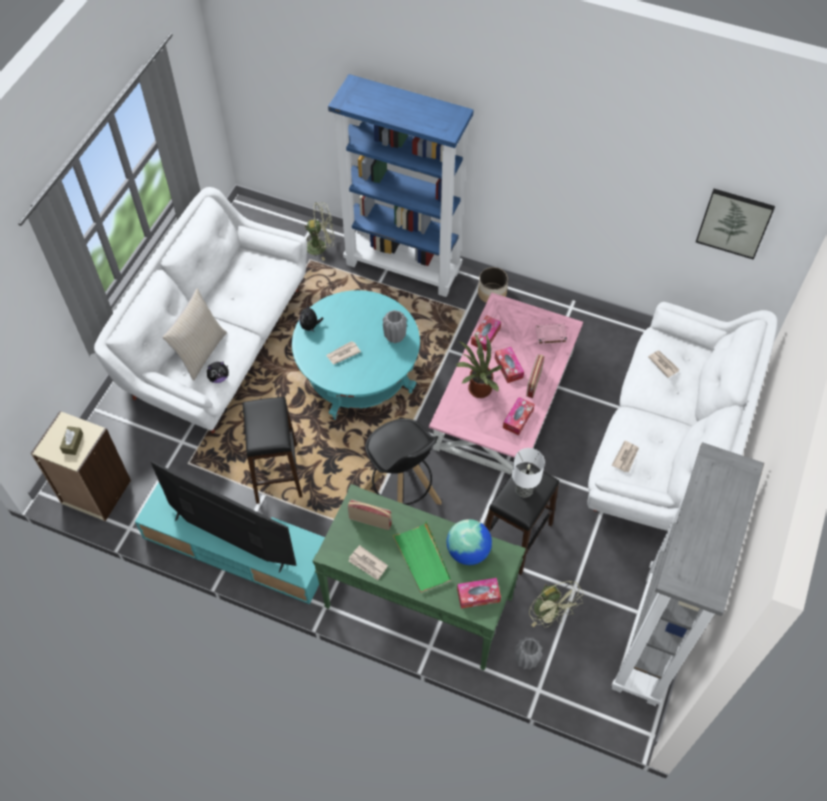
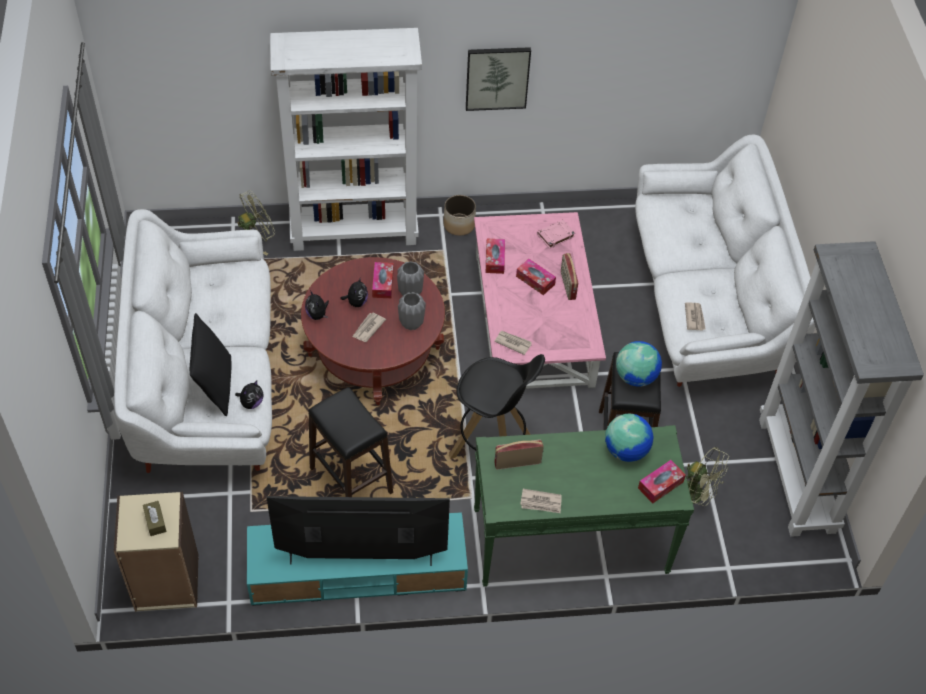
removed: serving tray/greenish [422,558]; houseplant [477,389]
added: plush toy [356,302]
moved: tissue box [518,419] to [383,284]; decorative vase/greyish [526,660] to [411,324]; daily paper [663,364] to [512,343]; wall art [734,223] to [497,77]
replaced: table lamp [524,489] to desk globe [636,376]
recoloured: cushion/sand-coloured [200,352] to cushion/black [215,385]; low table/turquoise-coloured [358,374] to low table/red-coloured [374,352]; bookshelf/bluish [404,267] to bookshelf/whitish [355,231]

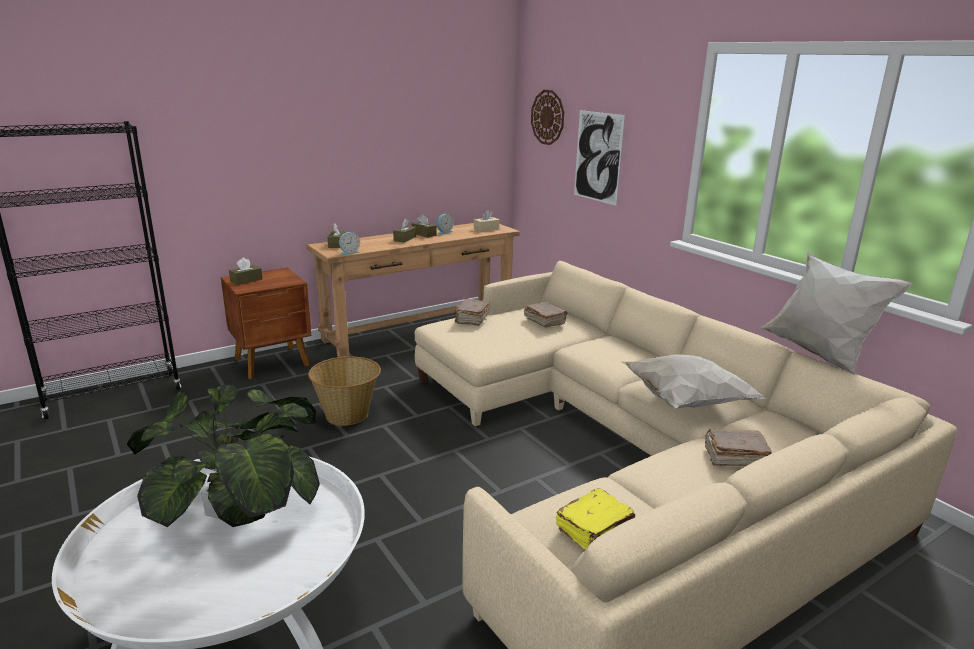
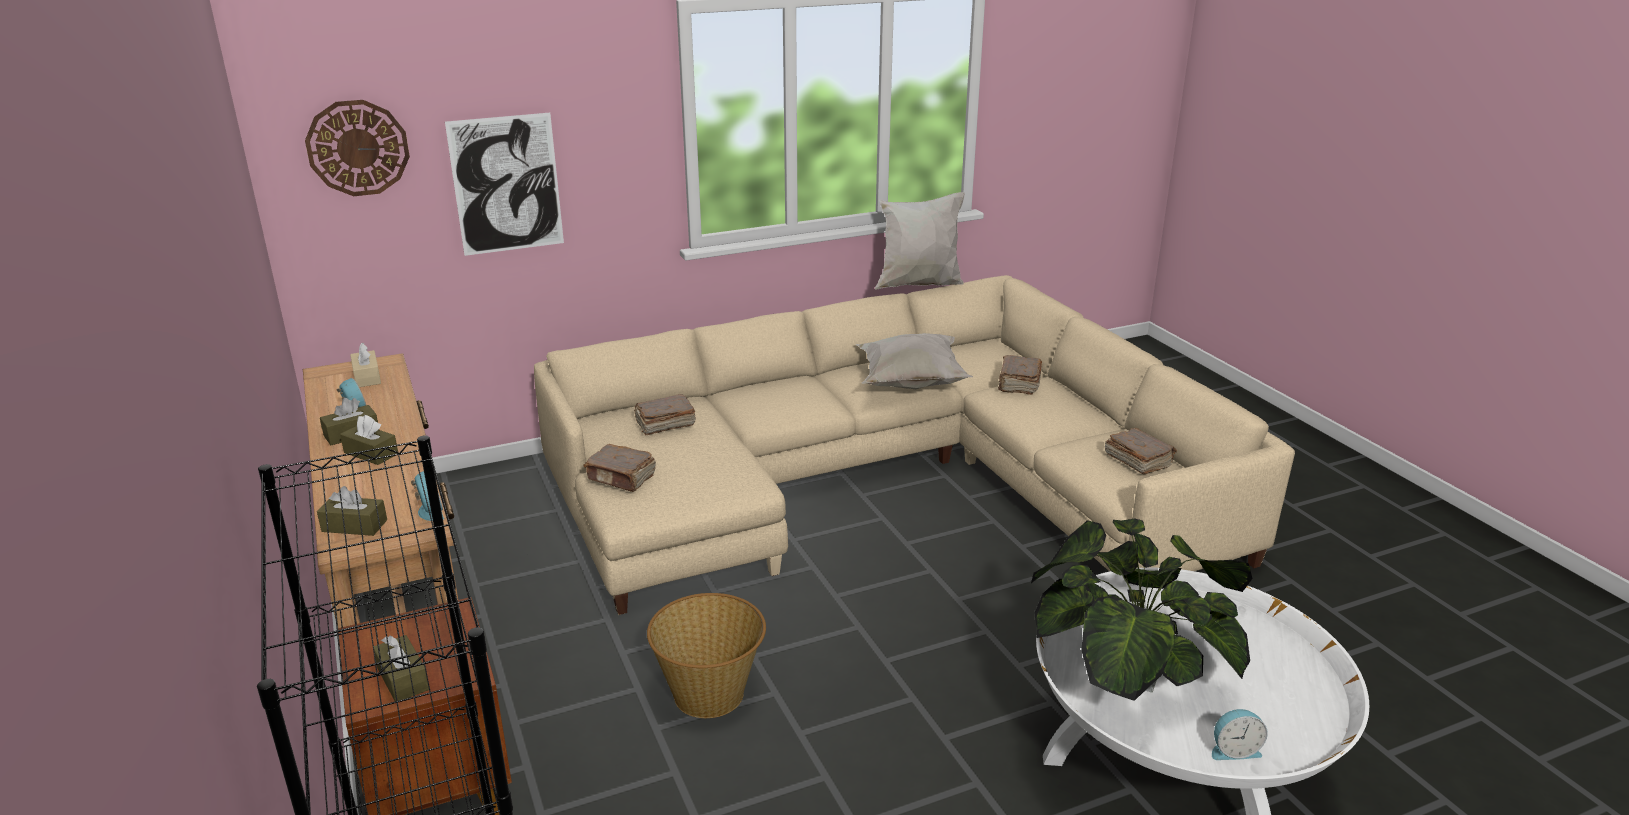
added: table clock [1233,750]
recoloured: bound book/yellowish [595,530] to bound book/brown [1137,461]

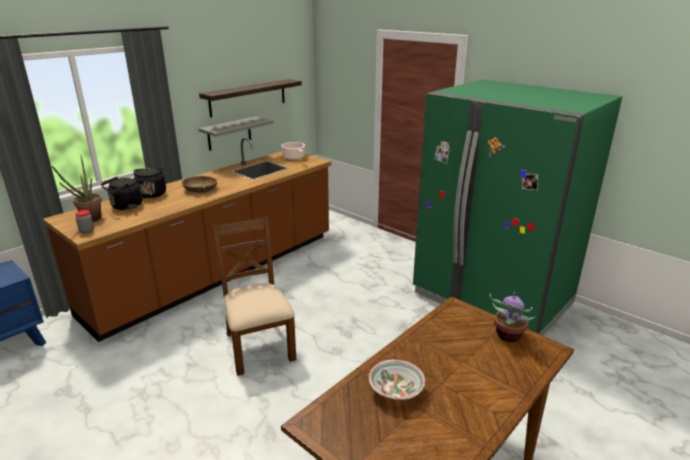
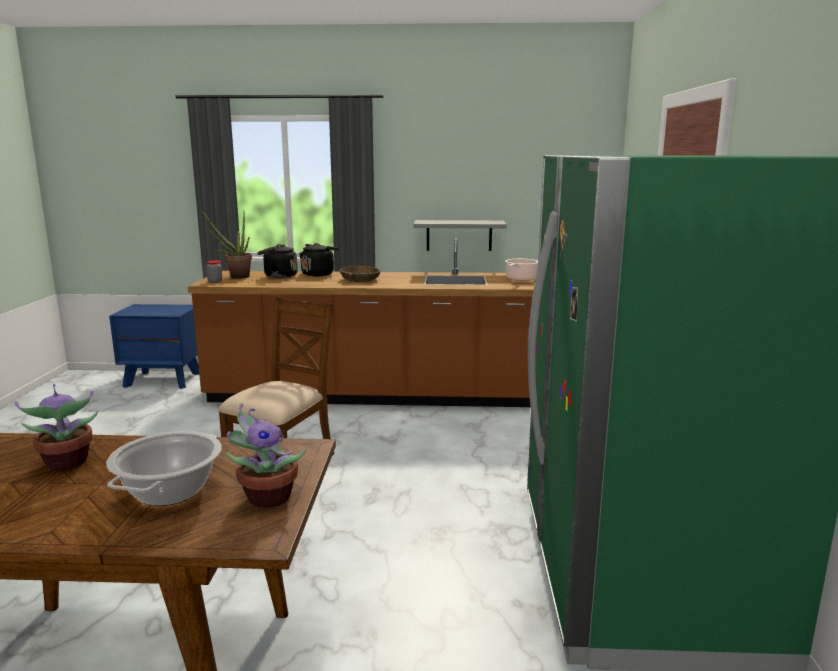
removed: shelf [248,97]
added: saucepot [169,491]
replaced: bowl [396,391] to houseplant [66,464]

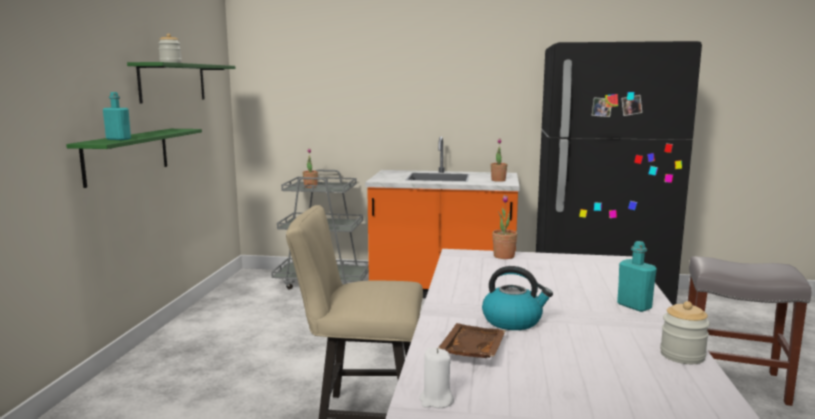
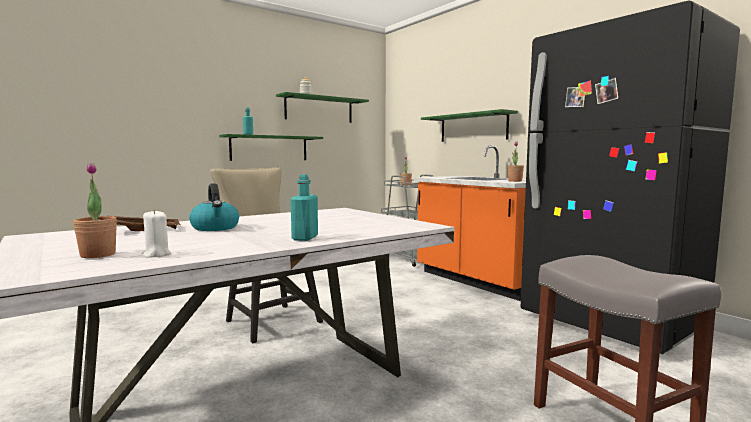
removed: preserve jar [682,355]
added: shelf/greenish [473,127]
moved: candle/whitish [436,400] to [156,255]; houseplant [504,256] to [98,255]

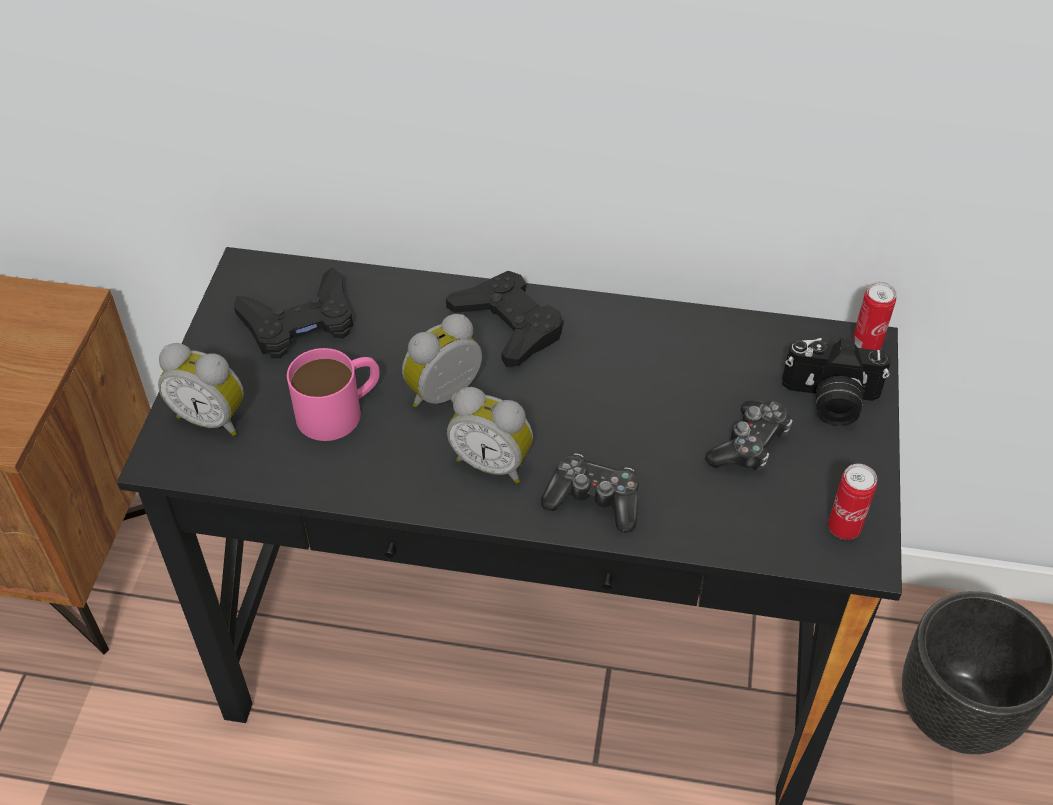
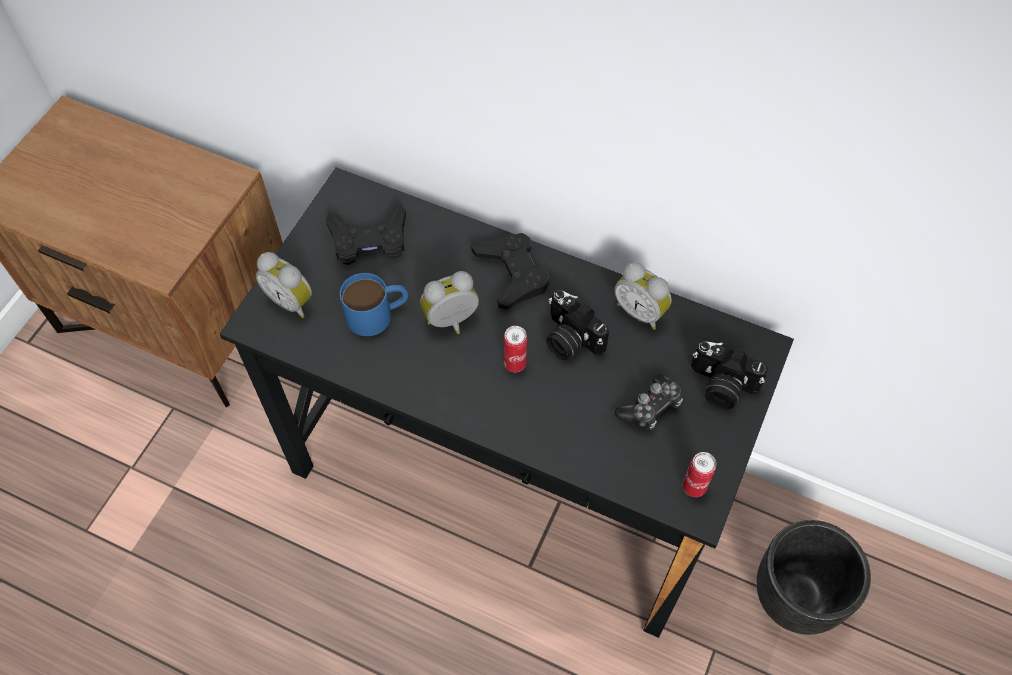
removed: gamepad [594,500]
added: photo camera [569,339]
moved: table clock [493,462] to [641,311]; metal can [866,346] to [515,363]
recoloured: coffee mug/pinkish [340,409] to coffee mug/bluish [378,314]

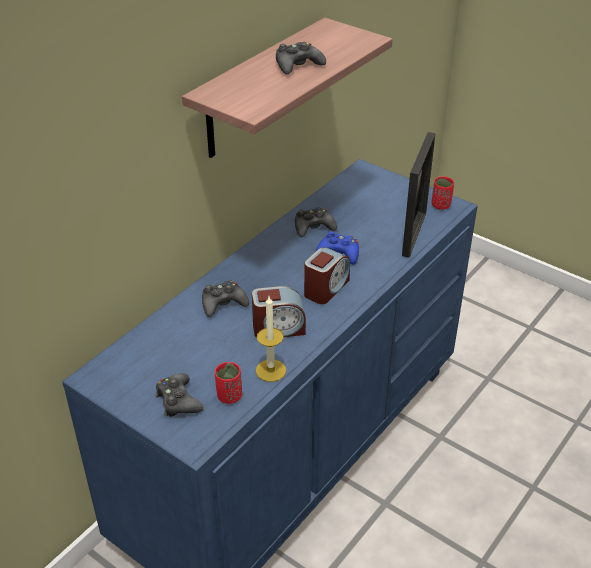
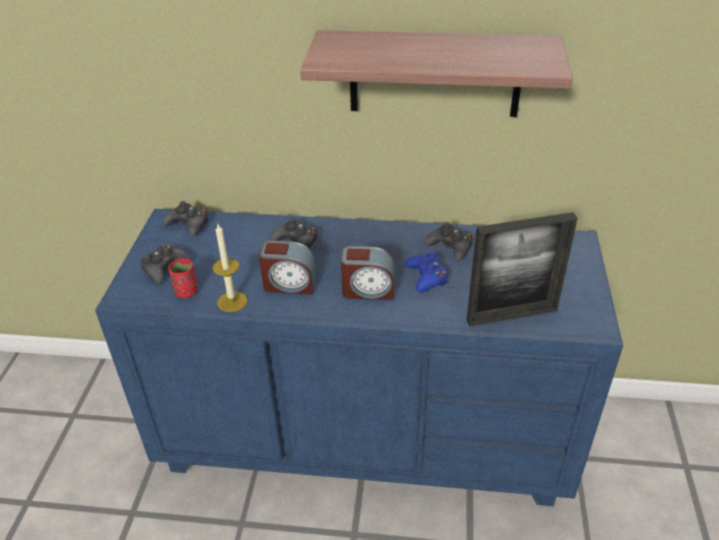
removed: drinking cup/red-coloured [441,205]
moved: gamepad/black [298,65] to [188,224]
turned: table clock [278,328] = [289,284] 45 degrees counterclockwise

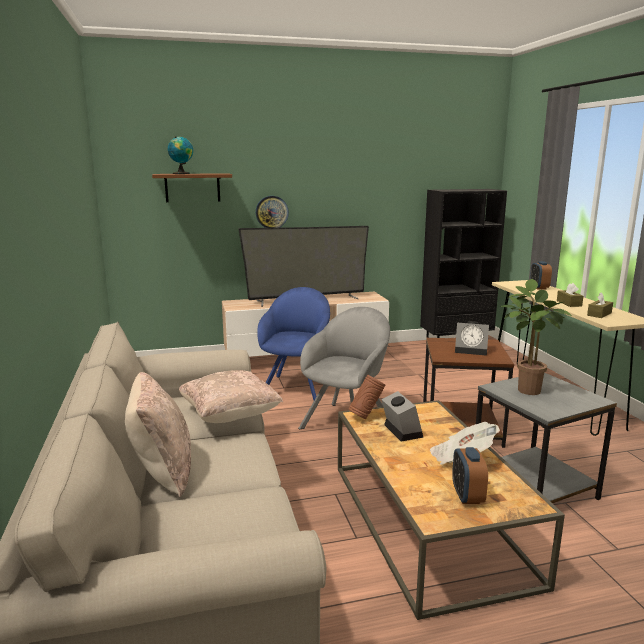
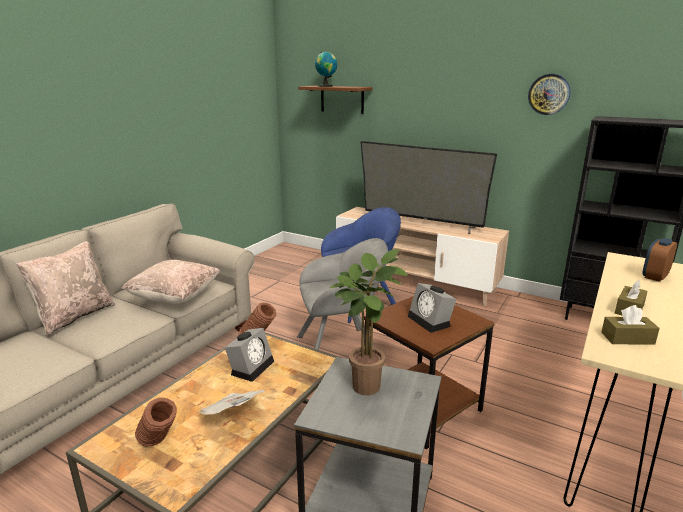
moved: hanging clock [272,212] to [549,94]
replaced: table clock [467,496] to decorative vase/brown [159,446]

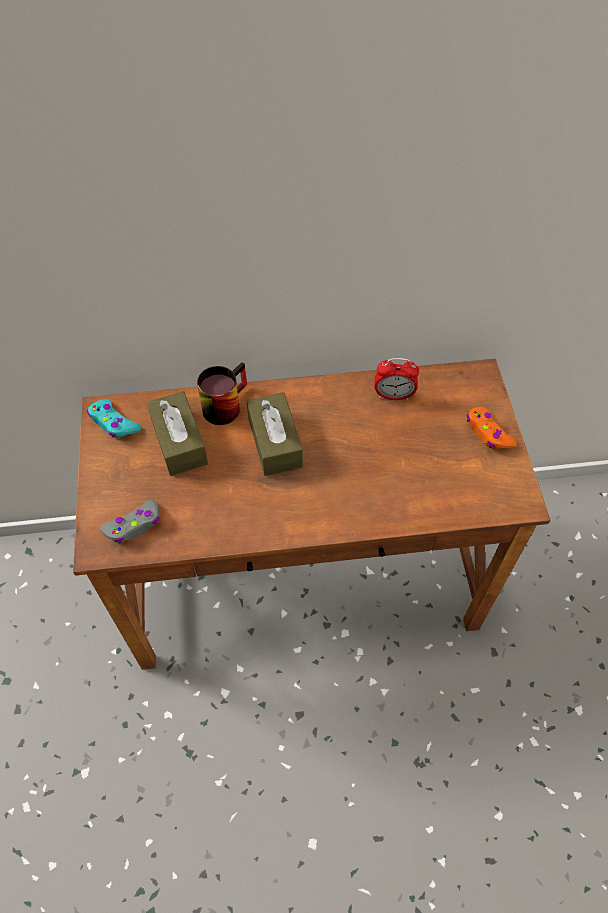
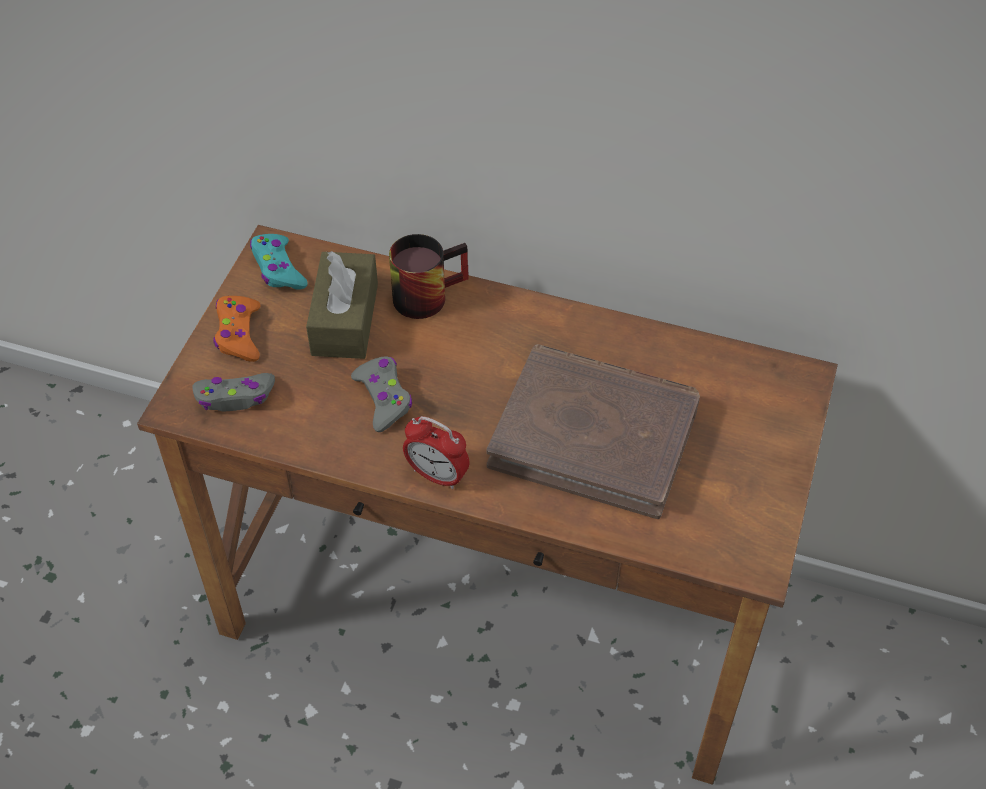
removed: tissue box/brown [275,442]
added: gamepad/greyish [383,398]; bound book/brown [594,435]
moved: table clock [393,395] to [437,475]; gamepad/orange [488,433] to [238,334]

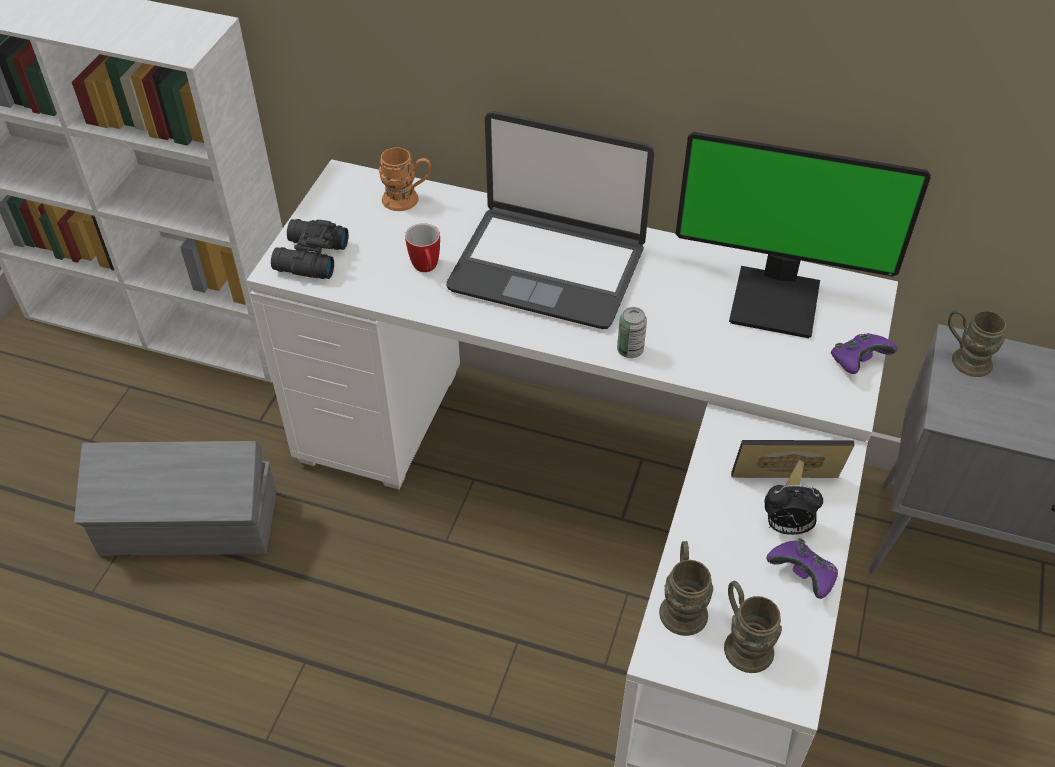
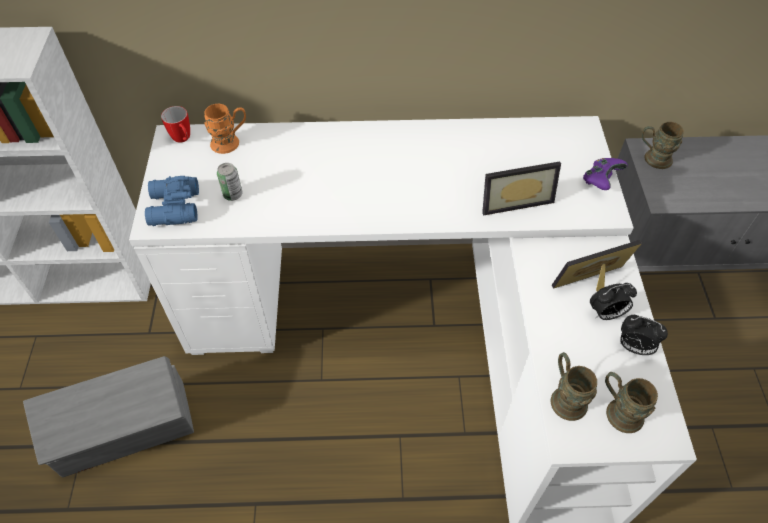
removed: notebook computer [548,267]; monitor [776,300]
added: picture frame [514,199]
moved: coffee mug [426,269] to [183,140]; metal can [630,350] to [233,194]
replaced: gamepad/purple [802,576] to table clock [633,347]
recoloured: binoculars/black [309,258] to binoculars/bluish [173,208]

